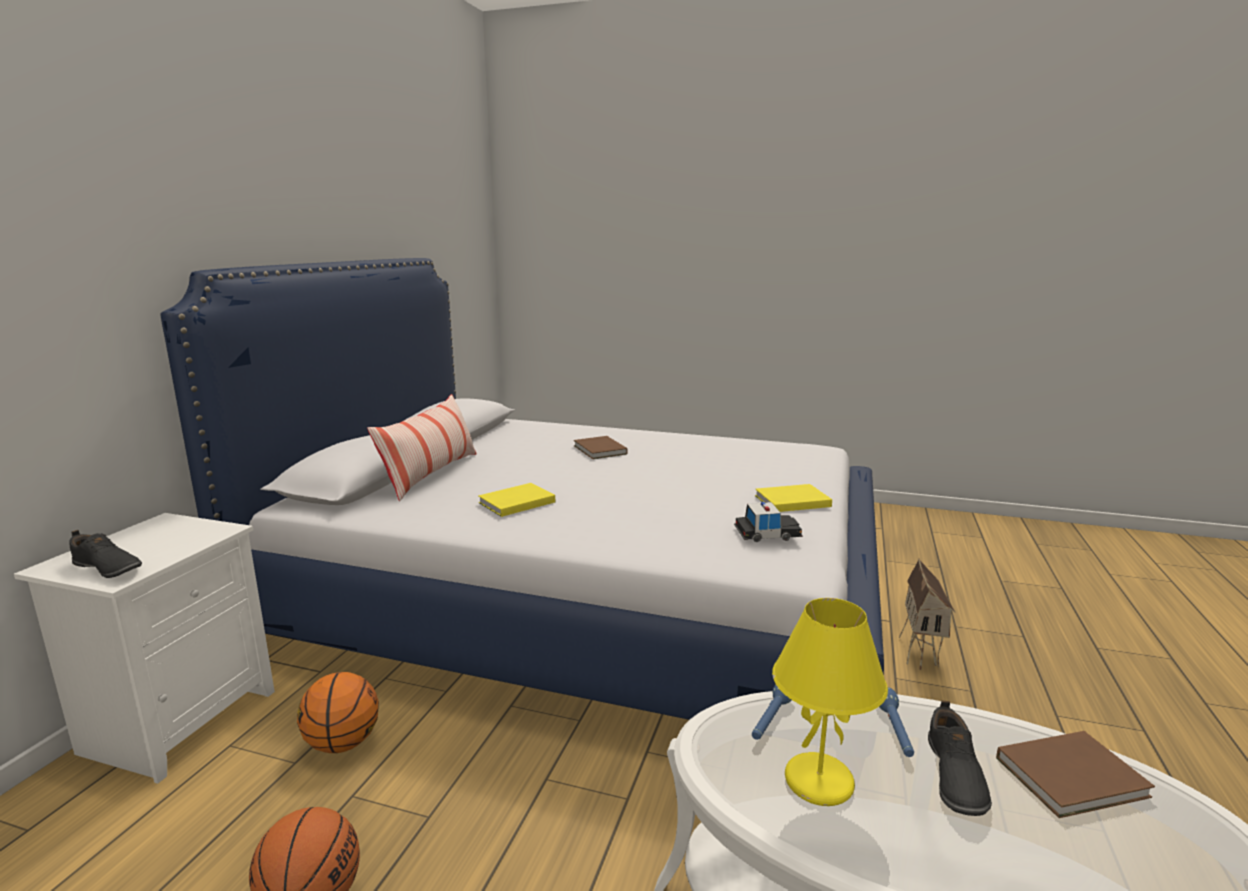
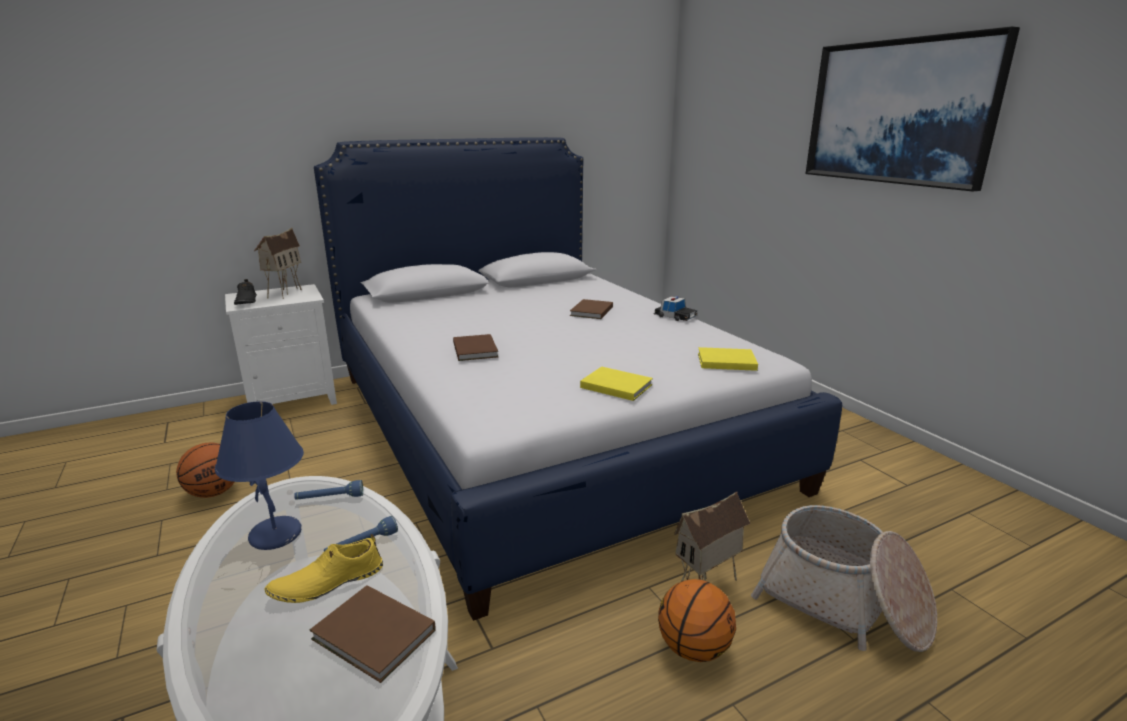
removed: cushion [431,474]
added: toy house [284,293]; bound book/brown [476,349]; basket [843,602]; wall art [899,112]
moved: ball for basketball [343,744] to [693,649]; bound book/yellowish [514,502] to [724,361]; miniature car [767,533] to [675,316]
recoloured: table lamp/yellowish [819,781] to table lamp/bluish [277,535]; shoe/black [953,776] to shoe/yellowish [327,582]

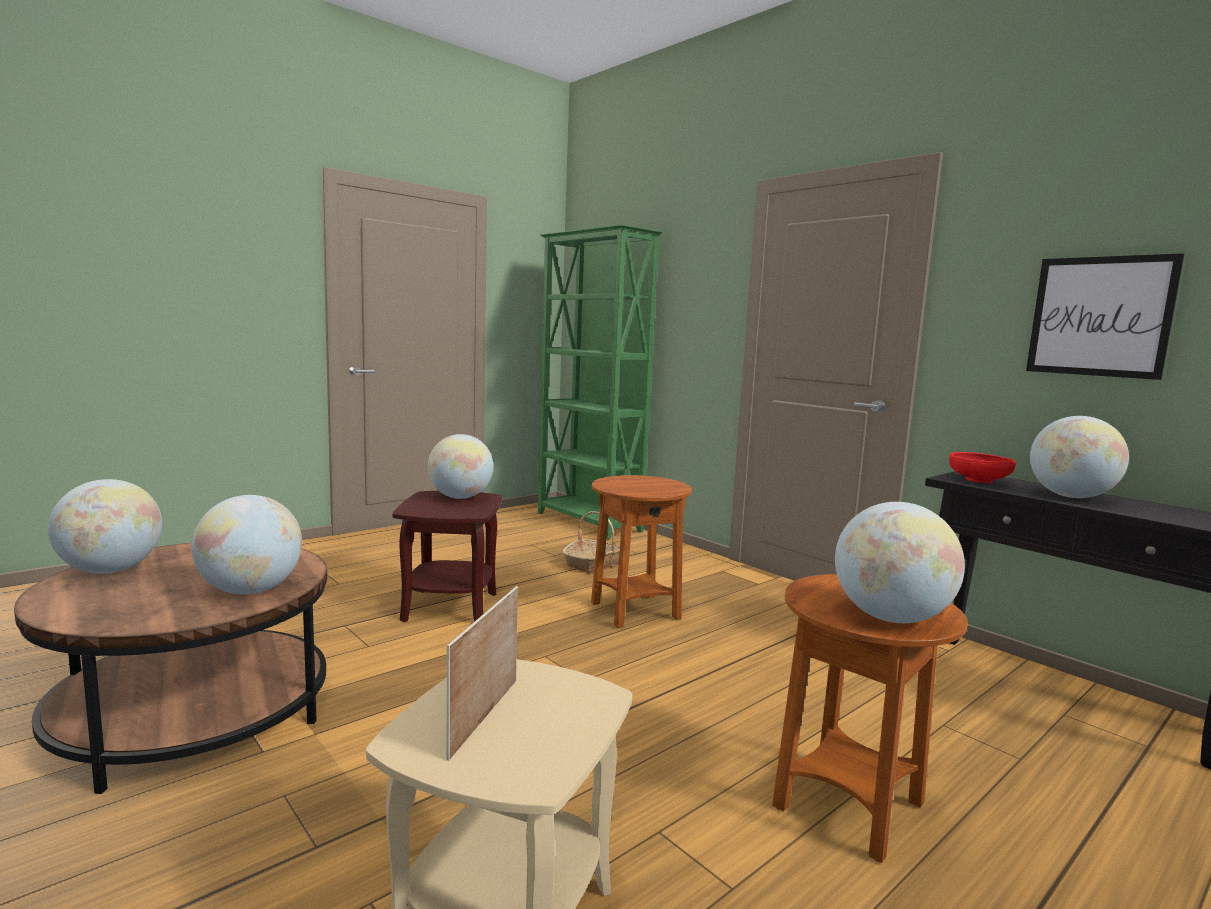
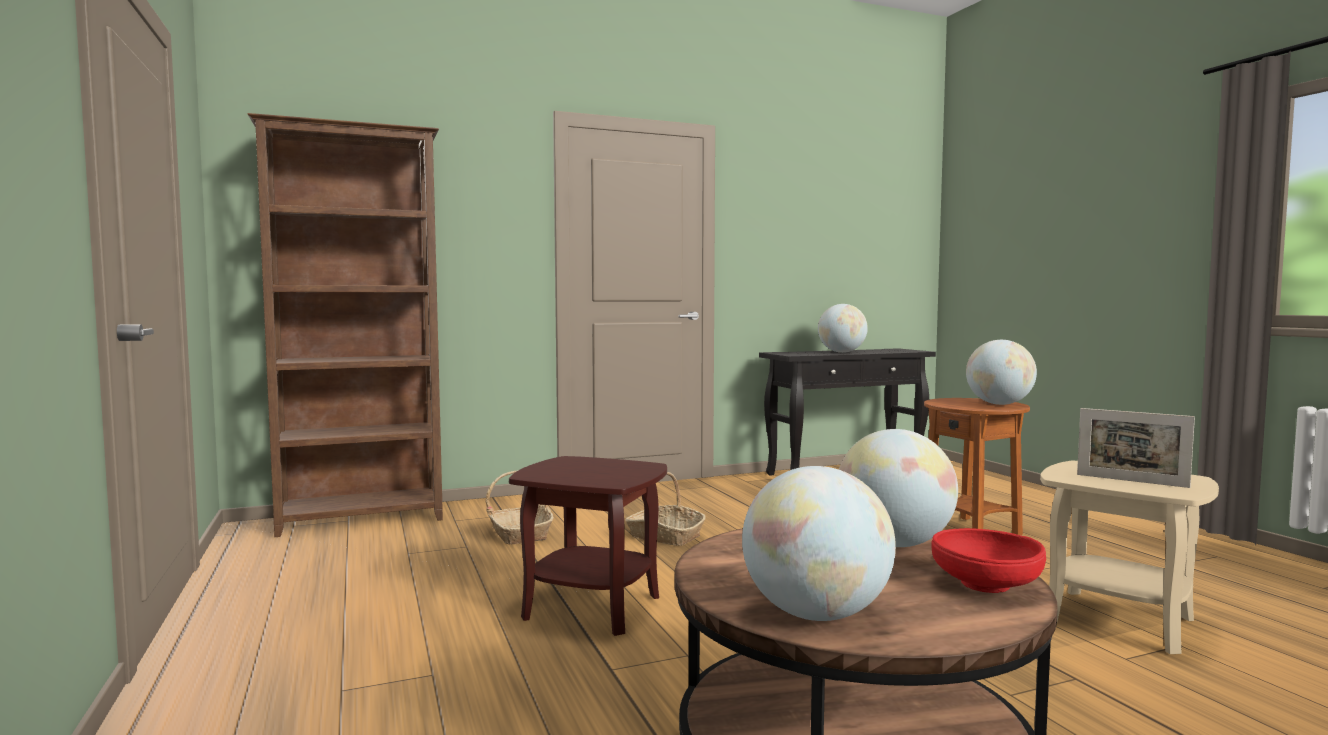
removed: desk globe [460,497]; wall art [1100,316]
moved: bowl/red-coloured [978,480] to [986,585]
replaced: end table/brown [635,611] to basket [665,536]
recoloured: bookshelf/greenish [588,522] to bookshelf/brown [363,520]

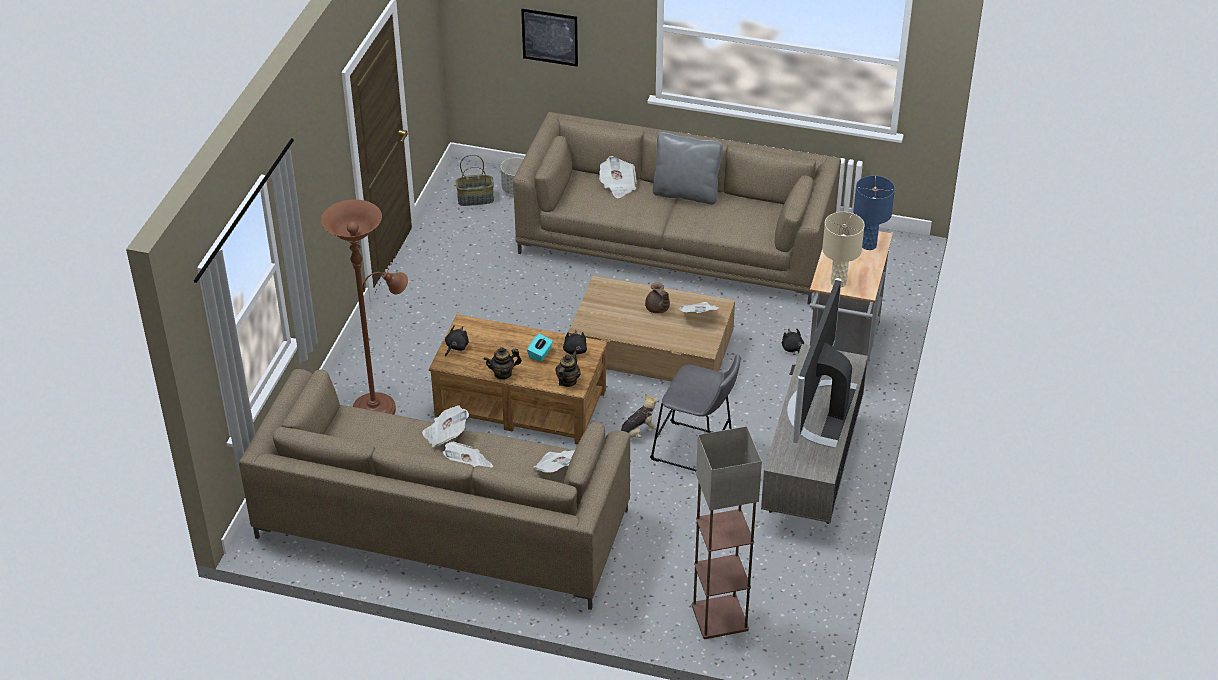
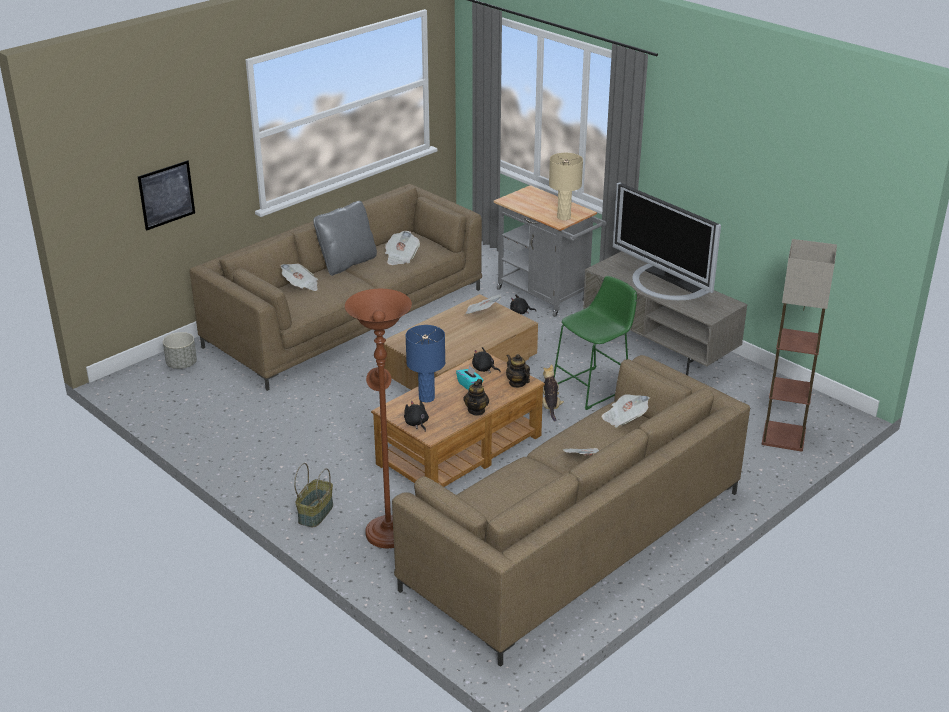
removed: pot for tea/brown [657,309]
moved: daily paper [445,435] to [401,257]; basket [476,199] to [315,513]; table lamp/bluish [869,245] to [426,398]
recoloured: stool/greyish [696,451] to stool/greenish [594,387]

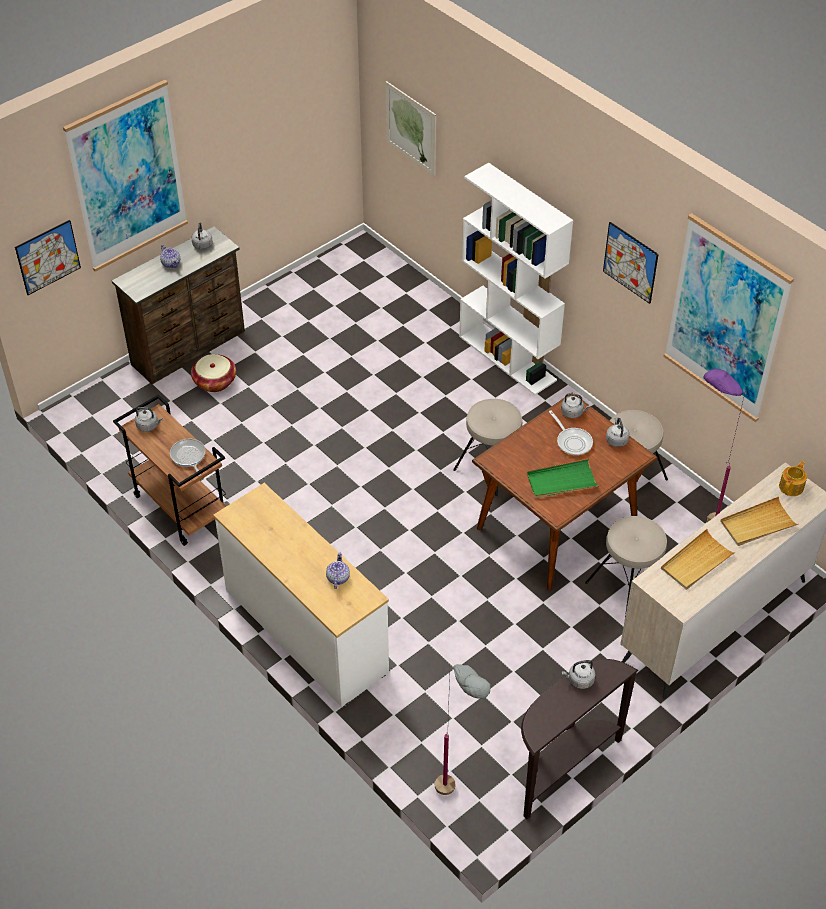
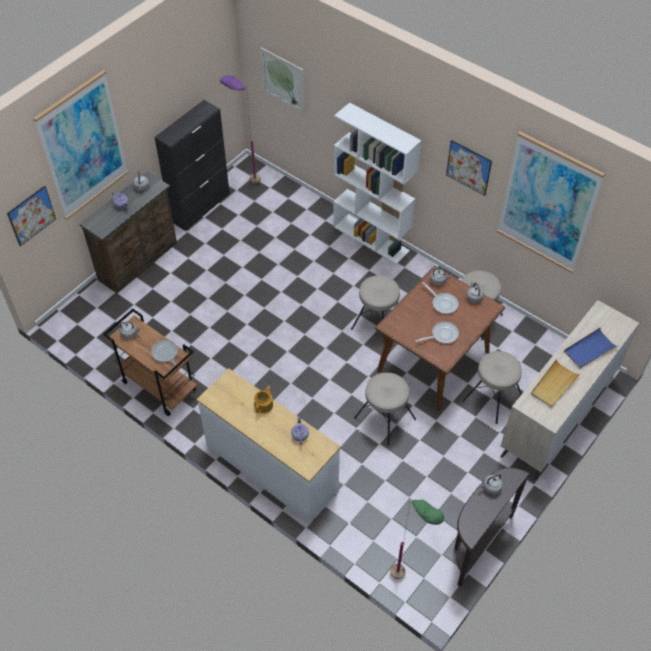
removed: basket [215,381]
added: cupboard/black [200,207]; stool/sand-coloured [384,419]
moved: floor lamp/purple [699,520] to [245,180]; pot for tea [791,486] to [264,405]
replaced: serving tray/greenish [561,481] to skillet [442,335]
recoloured: floor lamp/greyish [458,800] to floor lamp/greenish [408,580]; serving tray/sand-coloured [757,524] to serving tray/bluish [589,350]

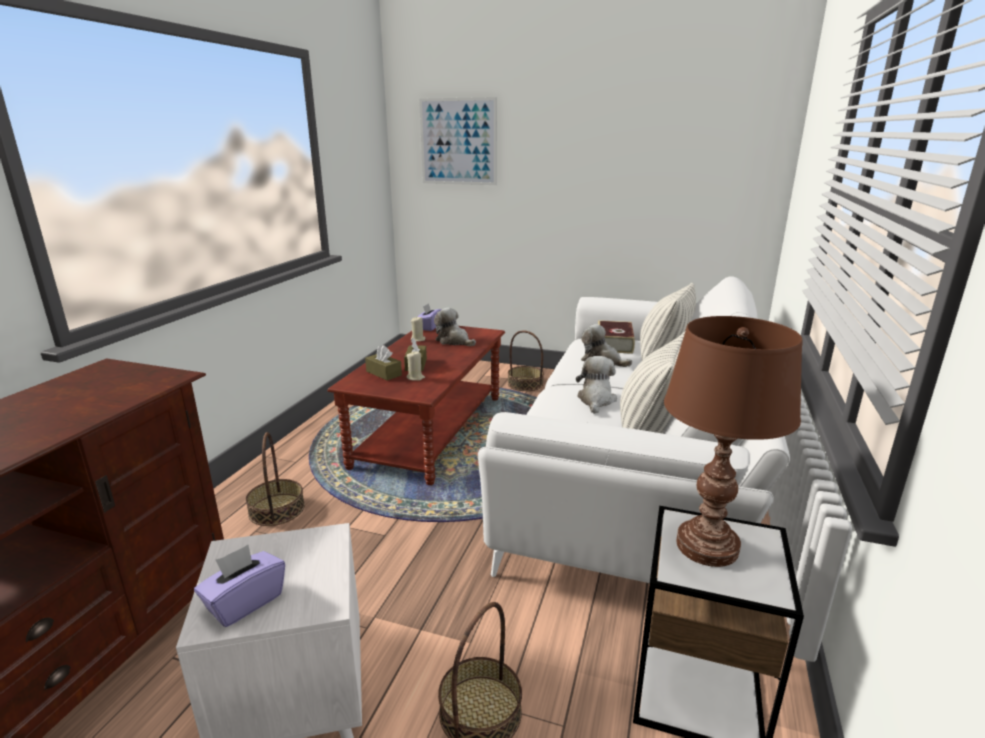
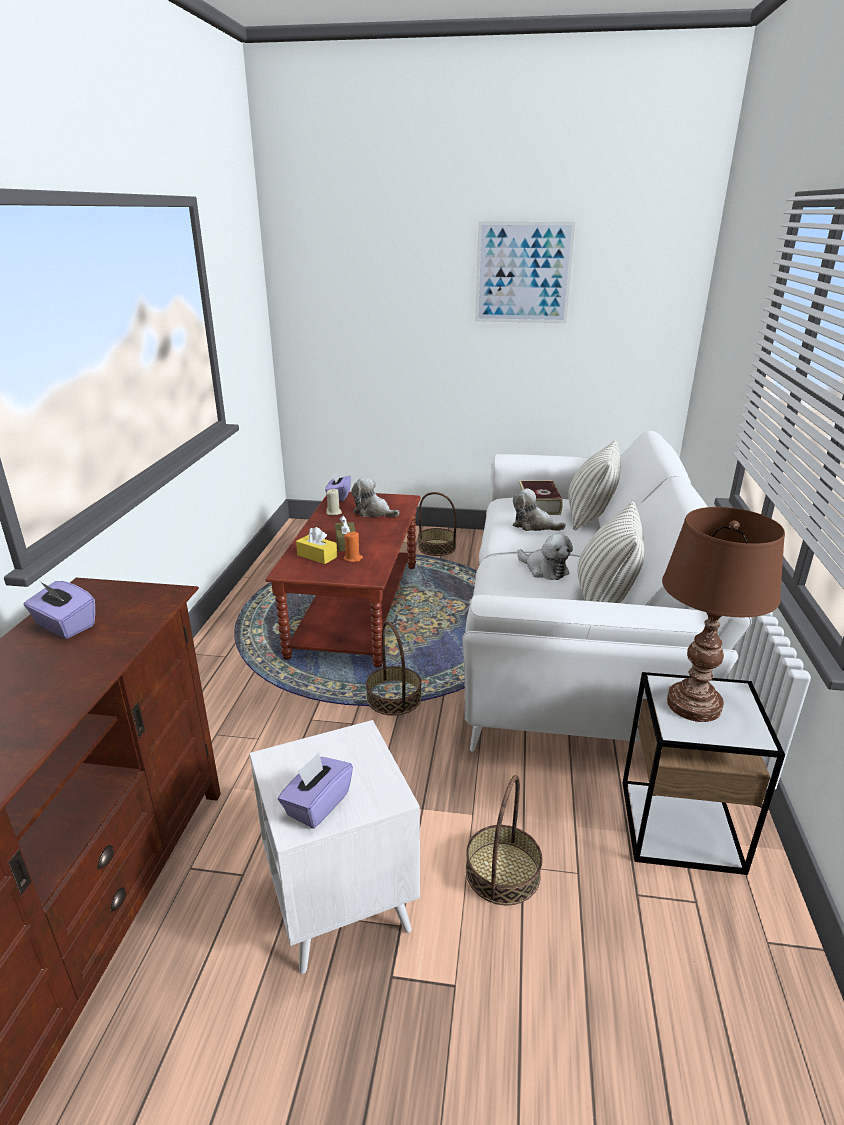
added: tissue box/purple [65,625]
moved: basket [277,509] to [394,698]; wall art [458,142] to [523,273]
recoloured: tissue box/brown [384,373] to tissue box/yellowish [317,556]; candle/sand-coloured [415,377] to candle/orange [353,558]
turned: plush toy [596,400] = [544,570] 135 degrees clockwise

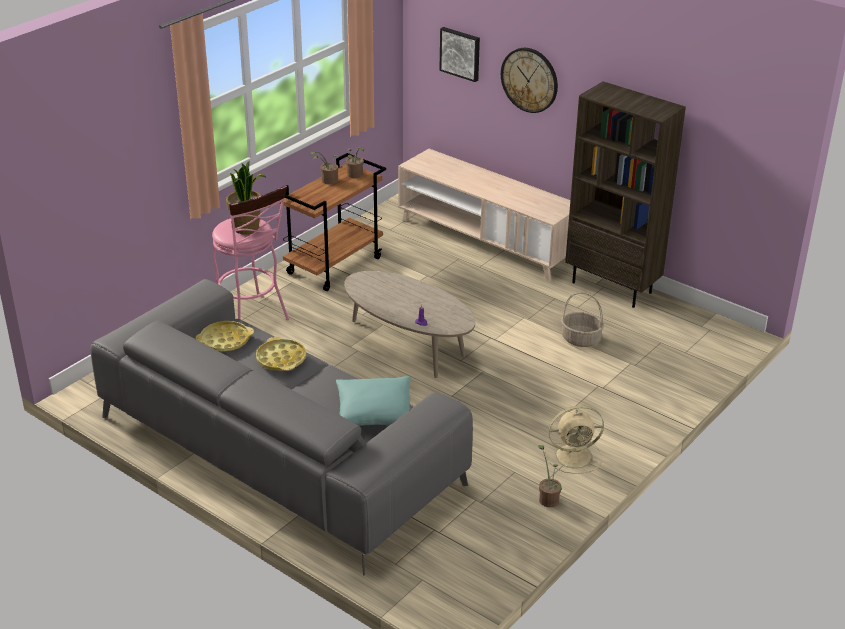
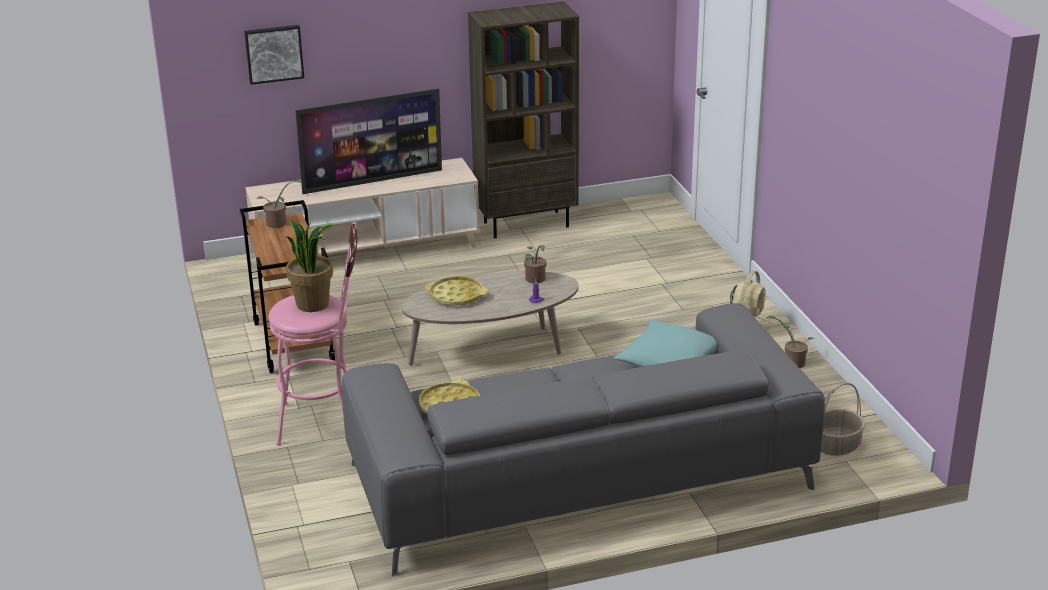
removed: hanging clock [529,80]
added: television [372,181]
moved: serving tray/yellowish [281,359] to [456,296]; houseplant [327,181] to [535,280]; basket [580,339] to [835,446]

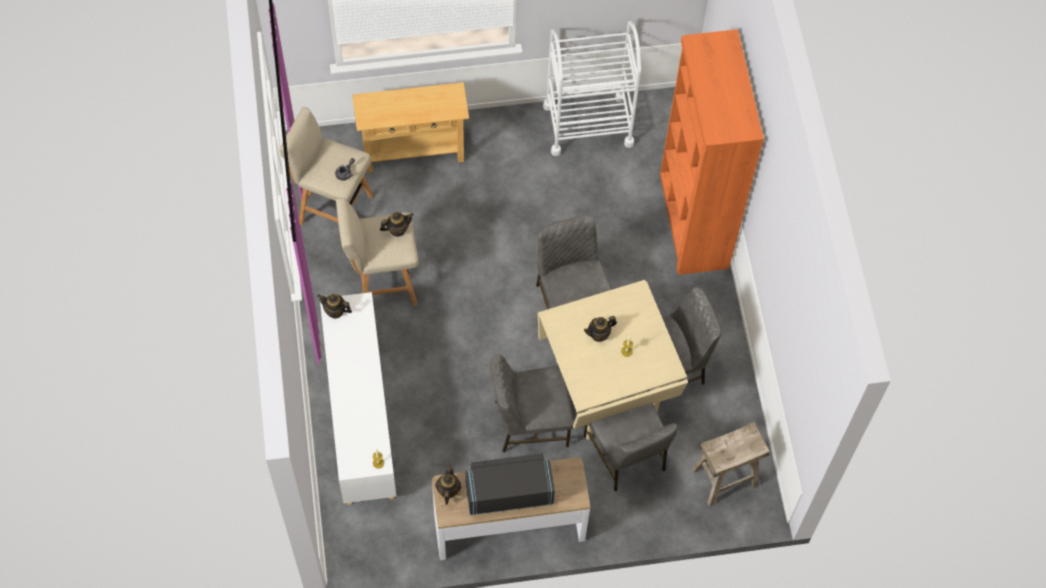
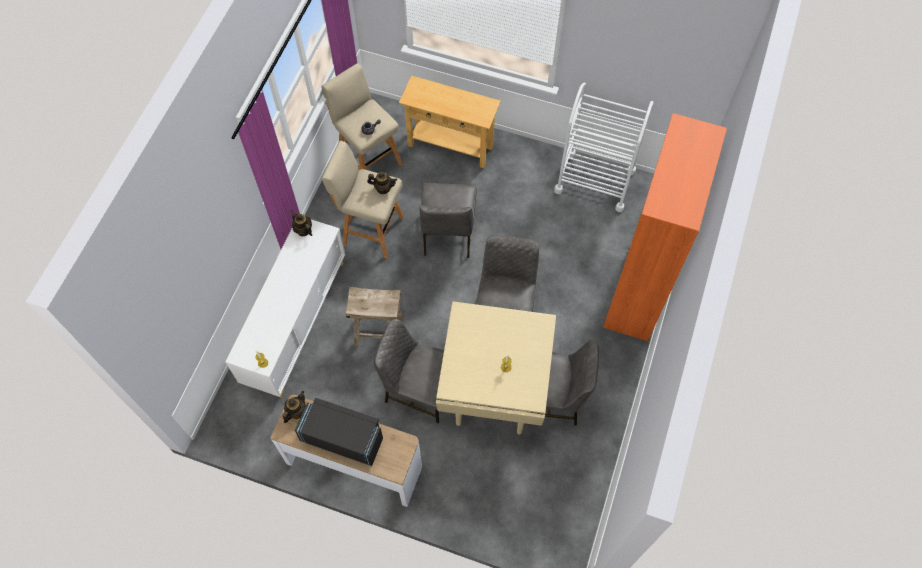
removed: pot for tea [599,334]
moved: plain chair/greyish [626,454] to [448,234]; stool/sand-coloured [724,478] to [378,331]

